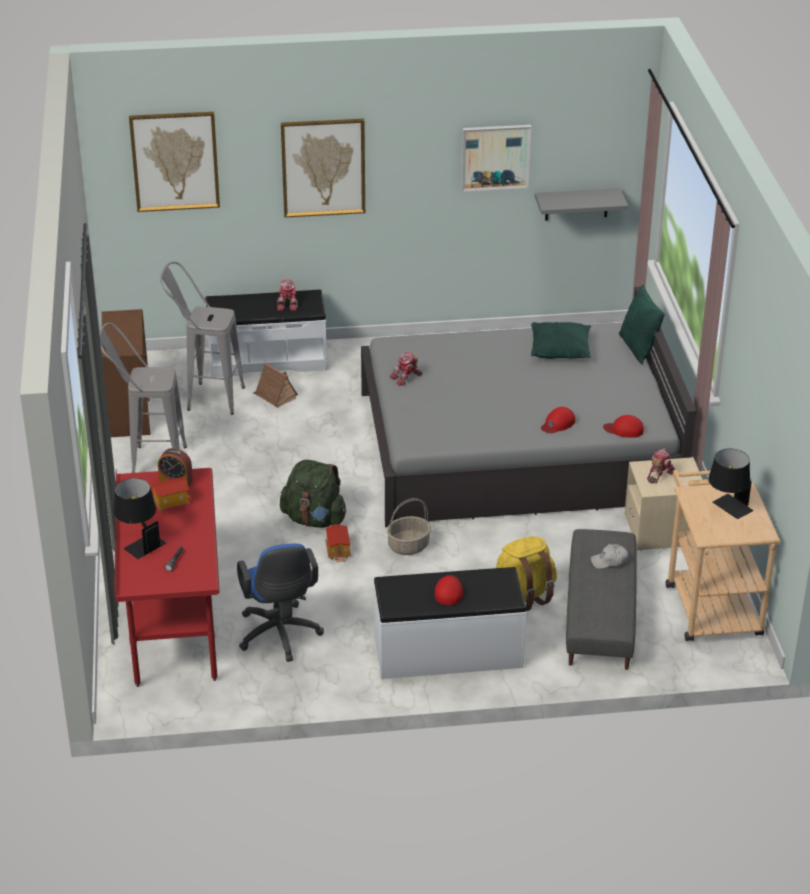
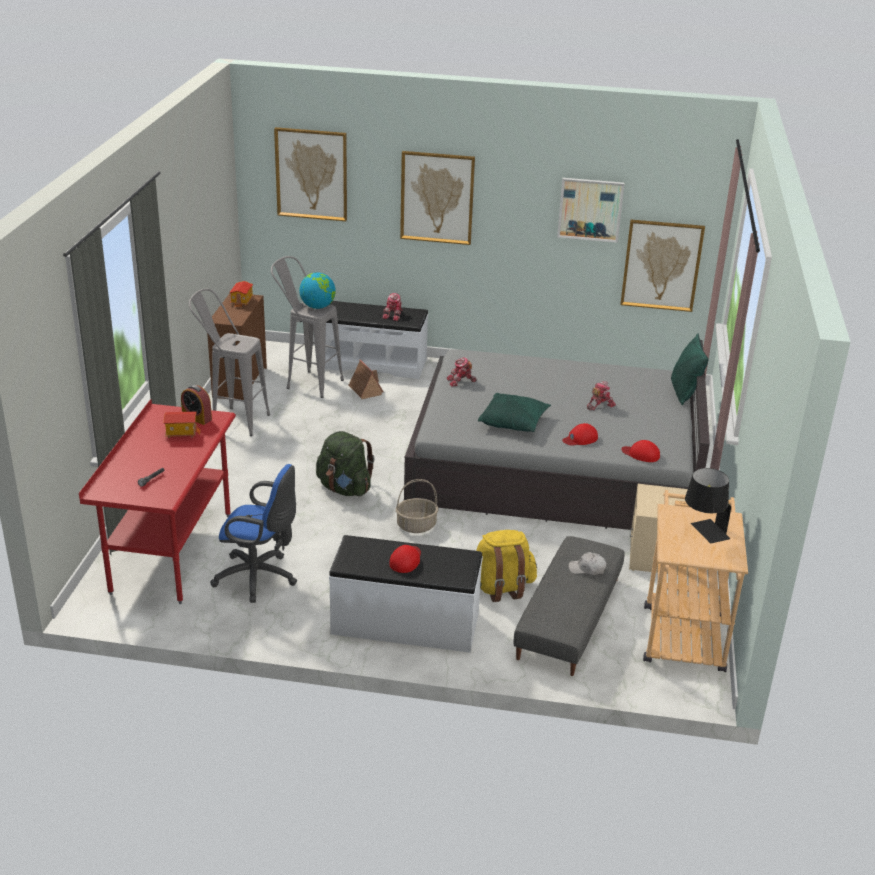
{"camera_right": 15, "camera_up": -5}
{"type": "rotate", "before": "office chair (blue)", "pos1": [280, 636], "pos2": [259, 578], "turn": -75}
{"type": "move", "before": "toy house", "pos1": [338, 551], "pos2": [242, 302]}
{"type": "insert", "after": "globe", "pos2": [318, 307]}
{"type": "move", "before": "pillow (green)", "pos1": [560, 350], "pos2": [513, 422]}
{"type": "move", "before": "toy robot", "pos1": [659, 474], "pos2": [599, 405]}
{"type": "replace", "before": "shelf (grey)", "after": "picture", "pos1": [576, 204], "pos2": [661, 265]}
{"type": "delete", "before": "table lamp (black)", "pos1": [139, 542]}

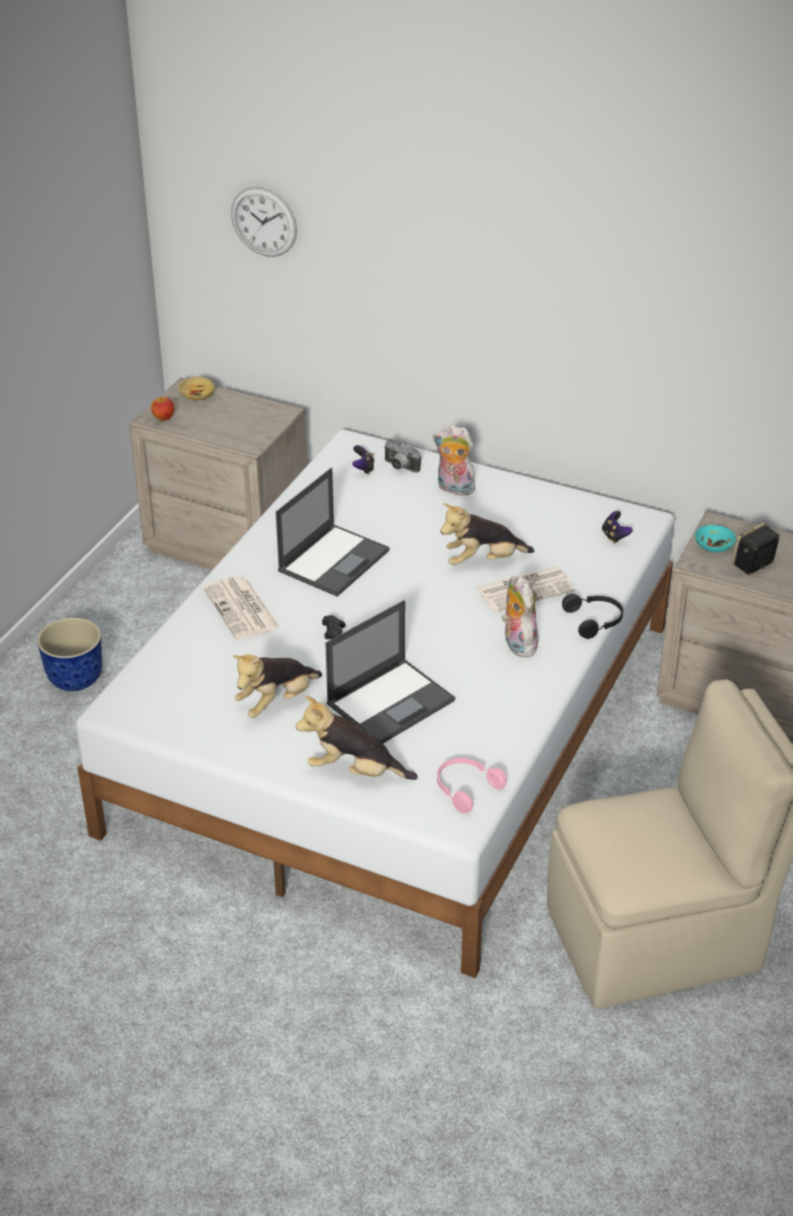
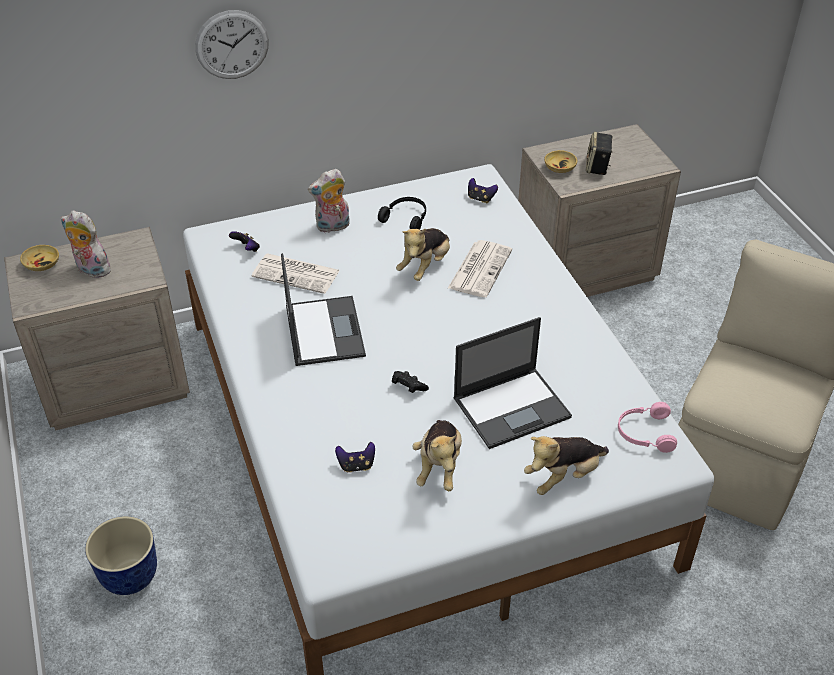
{"camera_right": -45, "camera_up": 5}
{"type": "move", "before": "plush toy", "pos1": [517, 644], "pos2": [90, 270]}
{"type": "move", "before": "wall clock", "pos1": [264, 221], "pos2": [232, 45]}
{"type": "move", "before": "newspaper", "pos1": [242, 609], "pos2": [297, 274]}
{"type": "insert", "after": "game controller", "pos2": [356, 465]}
{"type": "move", "before": "headphones (black)", "pos1": [595, 620], "pos2": [406, 218]}
{"type": "rotate", "before": "laptop", "pos1": [391, 701], "pos2": [512, 407], "turn": 60}
{"type": "recolor", "before": "bowl (turquoise)", "after": "bowl (beige)", "pos1": [713, 545], "pos2": [559, 167]}
{"type": "delete", "before": "apple", "pos1": [163, 418]}
{"type": "delete", "before": "photo camera", "pos1": [399, 467]}

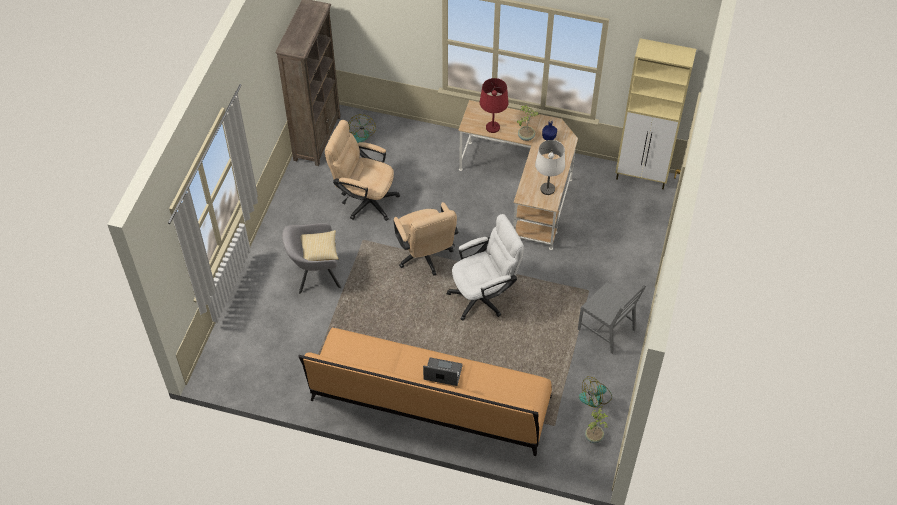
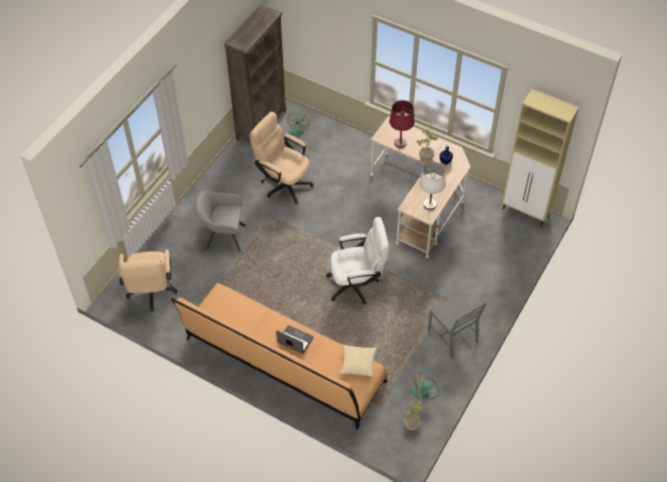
{"camera_right": 15, "camera_up": 0}
{"type": "move", "before": "office chair (beige)", "pos1": [425, 257], "pos2": [151, 293]}
{"type": "move", "before": "pillow", "pos1": [319, 251], "pos2": [357, 364]}

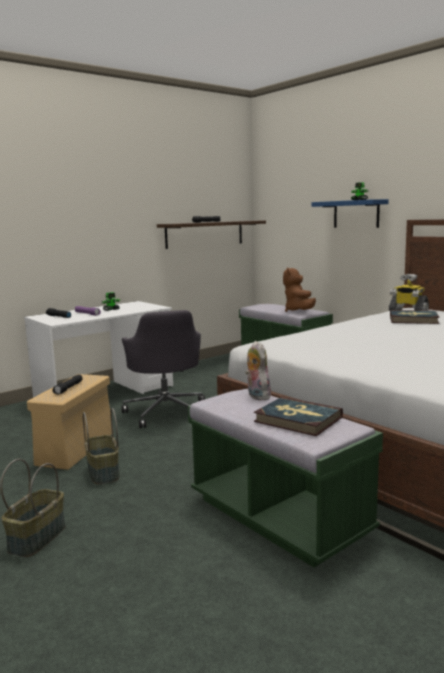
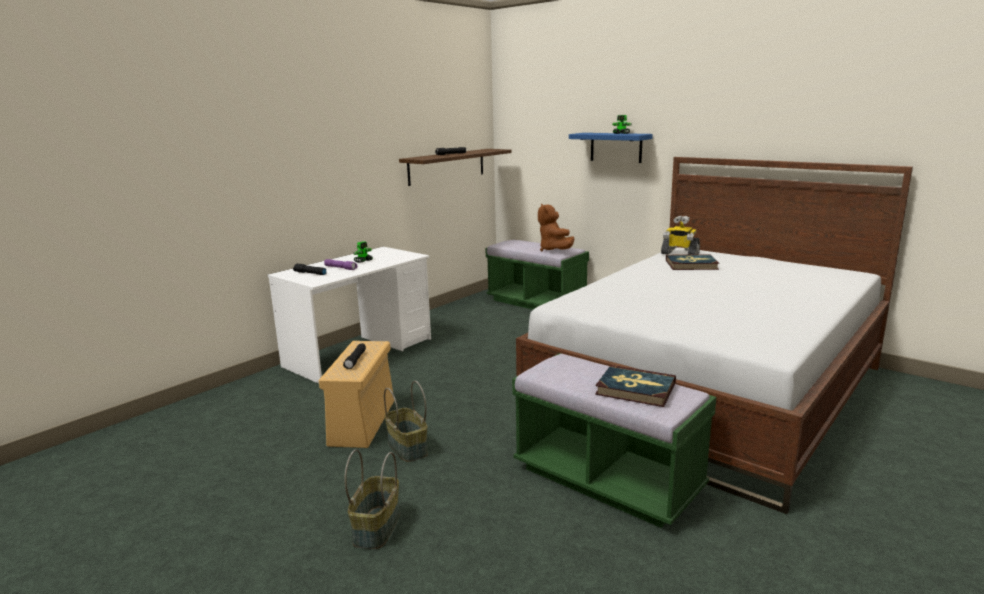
{"camera_right": -10, "camera_up": 5}
{"type": "delete", "before": "office chair (grey)", "pos1": [166, 411]}
{"type": "delete", "before": "plush toy", "pos1": [256, 396]}

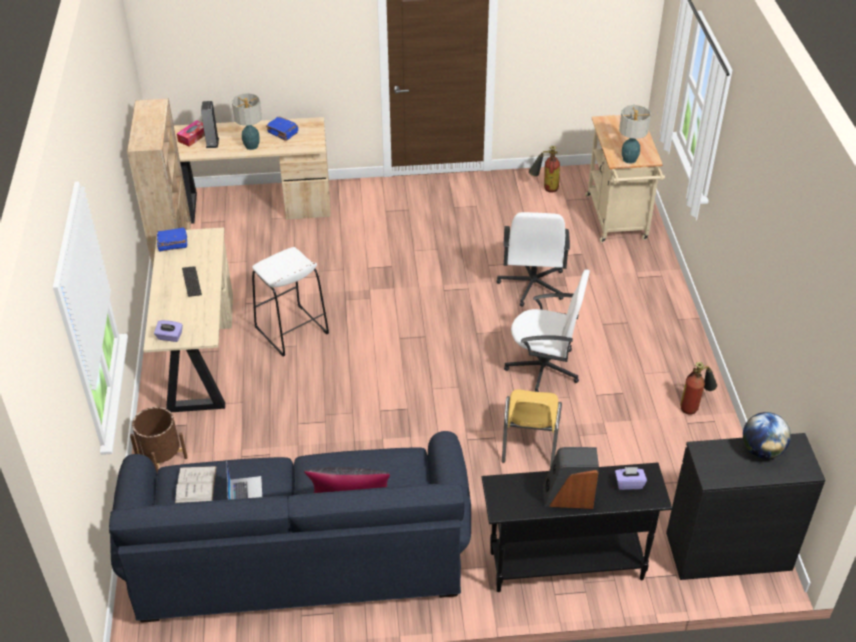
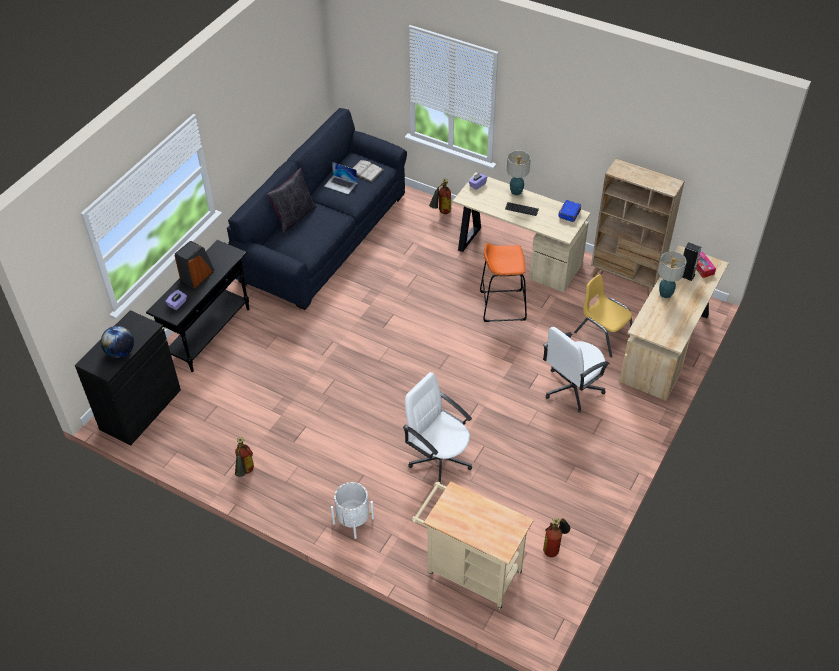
{"camera_right": 125, "camera_up": 5}
{"type": "insert", "after": "planter (white)", "pos2": [353, 520]}
{"type": "replace", "before": "planter (brown)", "after": "fire extinguisher", "pos1": [162, 458], "pos2": [441, 213]}
{"type": "recolor", "before": "stool (white)", "after": "stool (orange)", "pos1": [291, 331], "pos2": [502, 305]}
{"type": "move", "before": "table lamp", "pos1": [629, 159], "pos2": [516, 191]}
{"type": "move", "before": "office chair (white)", "pos1": [544, 368], "pos2": [572, 388]}
{"type": "move", "before": "chair (yellow)", "pos1": [529, 441], "pos2": [603, 334]}
{"type": "delete", "before": "book (blue)", "pos1": [283, 133]}

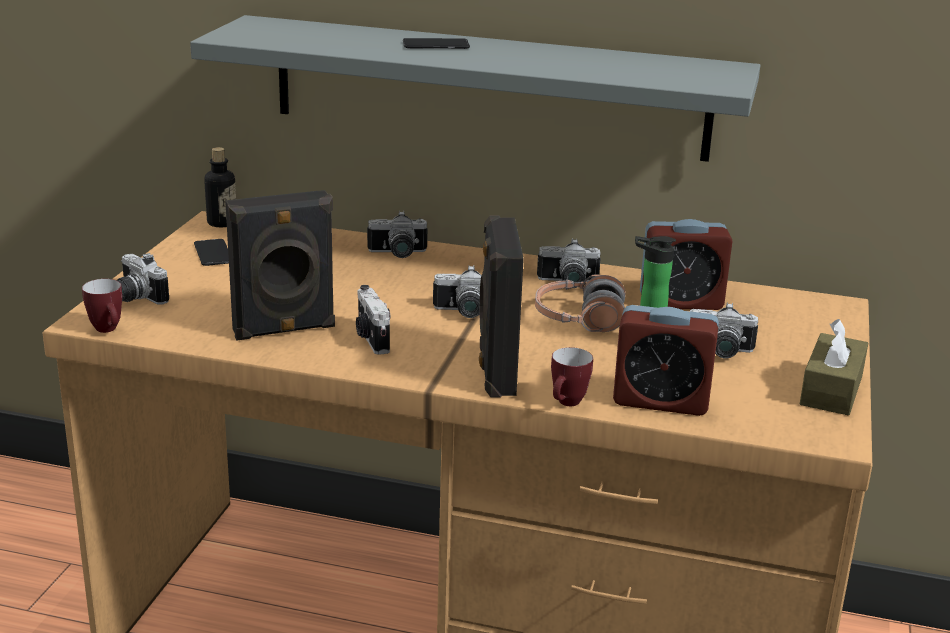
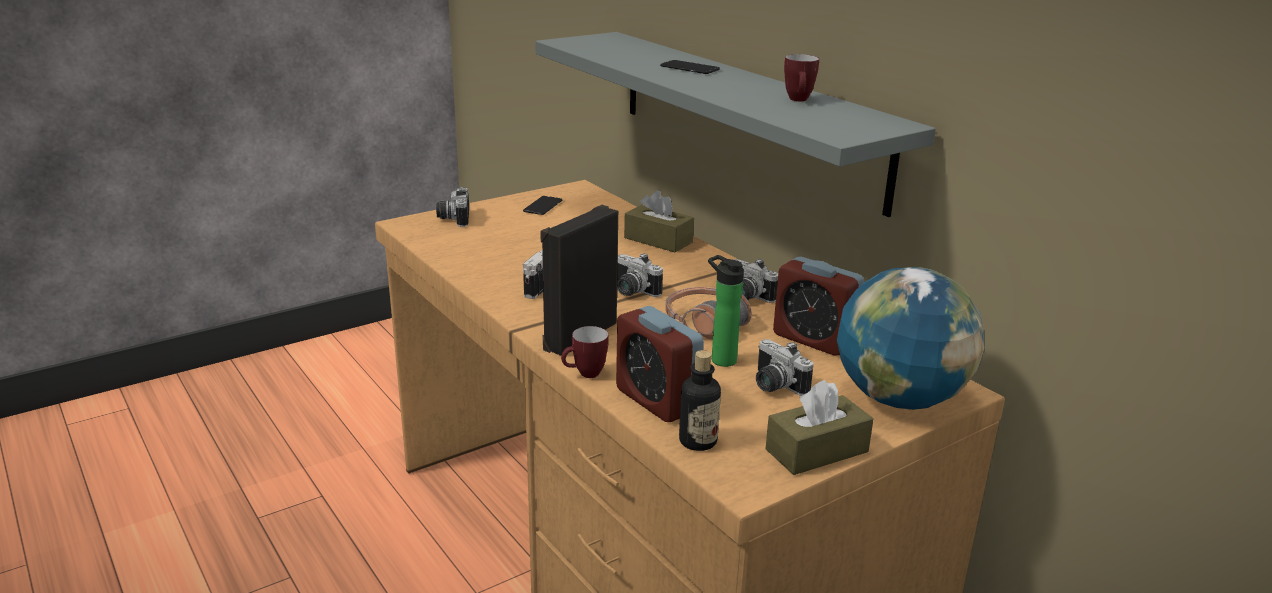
{"camera_right": 40, "camera_up": 0}
{"type": "replace", "before": "photo camera", "after": "tissue box (brown)", "pos1": [397, 254], "pos2": [658, 240]}
{"type": "move", "before": "bottle", "pos1": [222, 223], "pos2": [698, 441]}
{"type": "move", "before": "mug", "pos1": [108, 330], "pos2": [799, 100]}
{"type": "insert", "after": "globe", "pos2": [899, 398]}
{"type": "delete", "before": "speaker (black)", "pos1": [284, 330]}

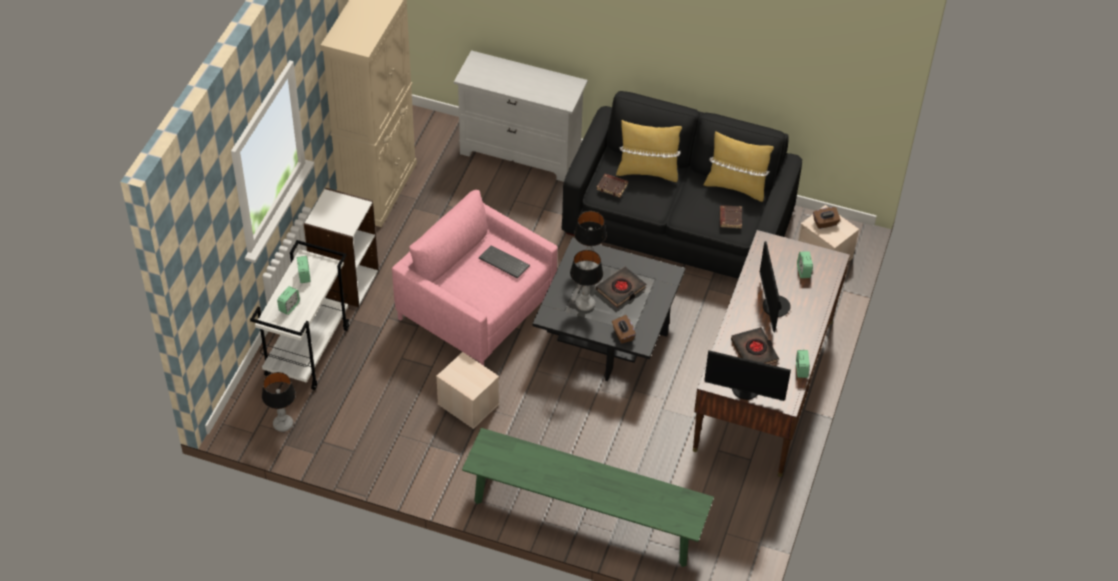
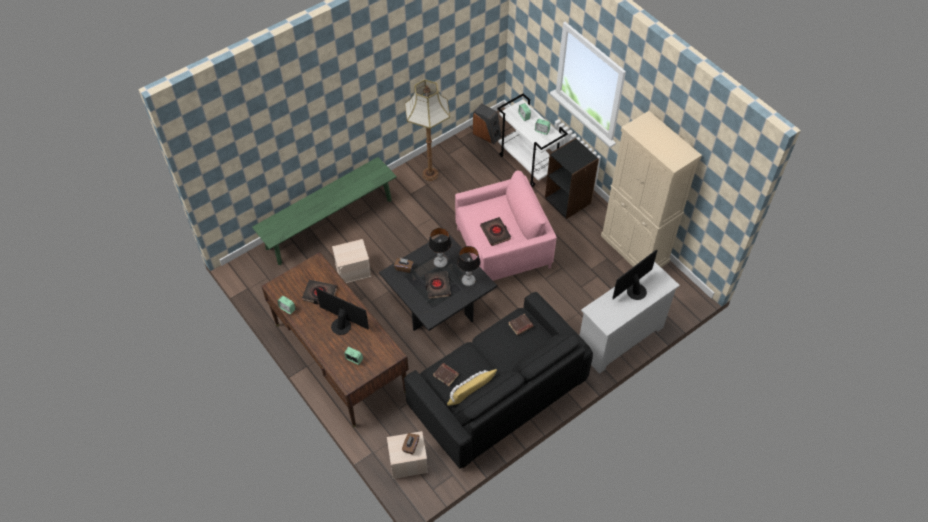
{"camera_right": 125, "camera_up": 5}
{"type": "move", "before": "storage box (beige)", "pos1": [467, 404], "pos2": [353, 270]}
{"type": "insert", "after": "floor lamp", "pos2": [429, 174]}
{"type": "replace", "before": "table lamp", "after": "speaker", "pos1": [282, 424], "pos2": [487, 134]}
{"type": "replace", "before": "keyboard", "after": "book (black)", "pos1": [503, 263], "pos2": [495, 233]}
{"type": "recolor", "before": "bookcase (white)", "after": "bookcase (black)", "pos1": [344, 281], "pos2": [568, 200]}
{"type": "move", "before": "monitor", "pos1": [745, 391], "pos2": [634, 290]}
{"type": "delete", "before": "pillow (yellow)", "pos1": [647, 171]}

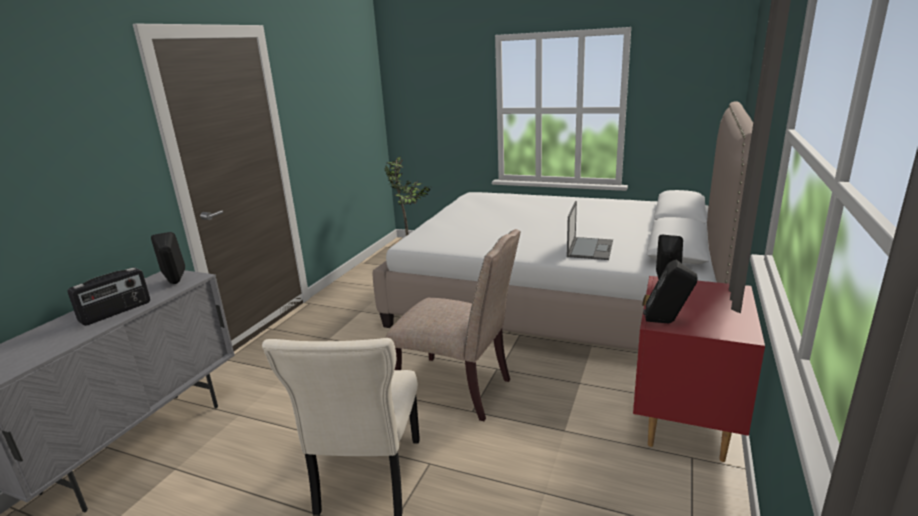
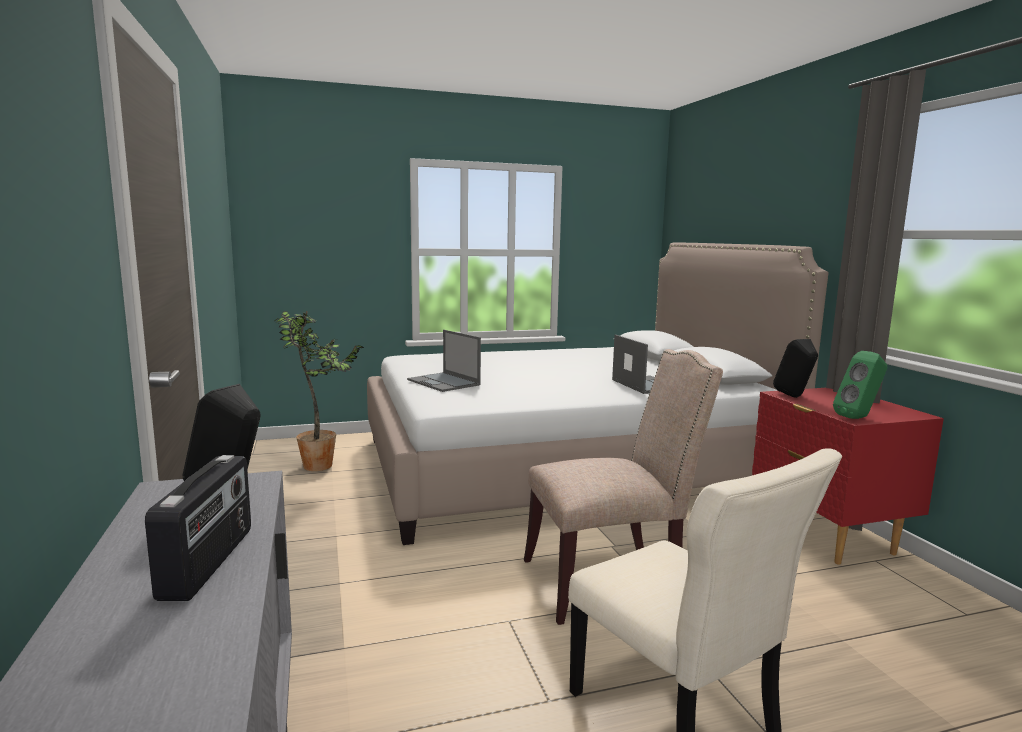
{"camera_right": -40, "camera_up": -10}
{"type": "insert", "after": "laptop", "pos2": [444, 382]}
{"type": "recolor", "before": "speaker (black)", "after": "speaker (green)", "pos1": [666, 322], "pos2": [859, 418]}

